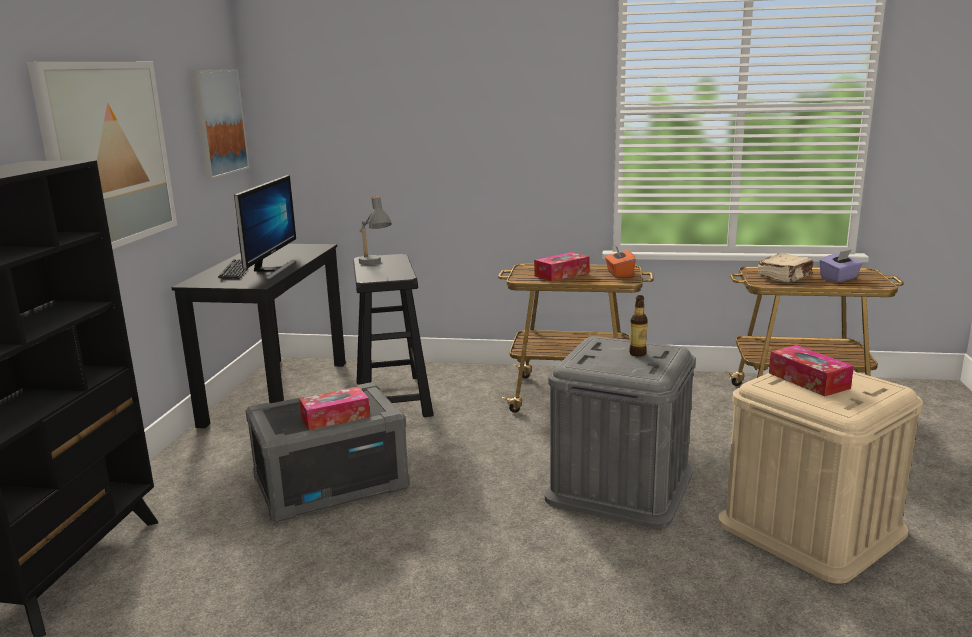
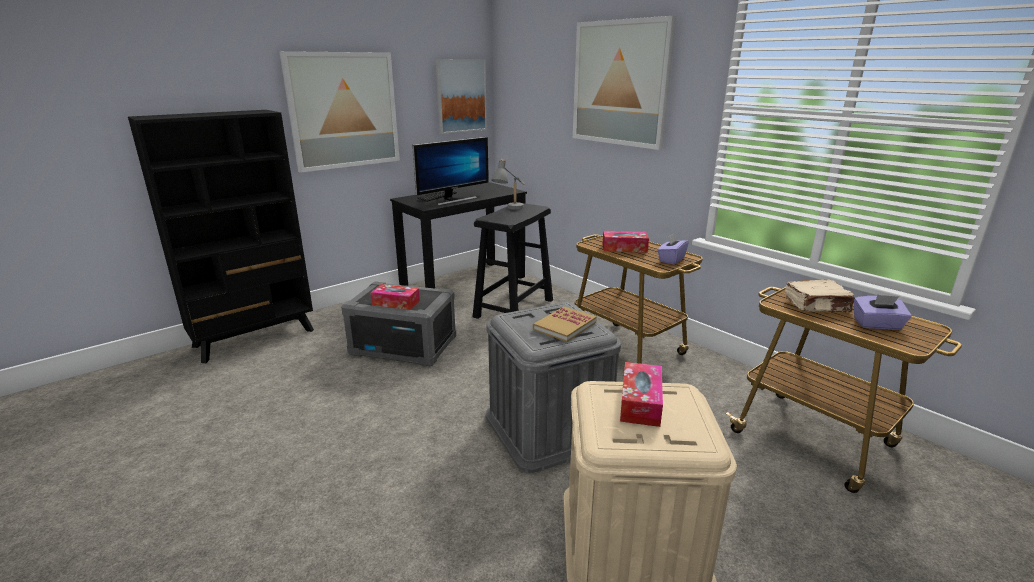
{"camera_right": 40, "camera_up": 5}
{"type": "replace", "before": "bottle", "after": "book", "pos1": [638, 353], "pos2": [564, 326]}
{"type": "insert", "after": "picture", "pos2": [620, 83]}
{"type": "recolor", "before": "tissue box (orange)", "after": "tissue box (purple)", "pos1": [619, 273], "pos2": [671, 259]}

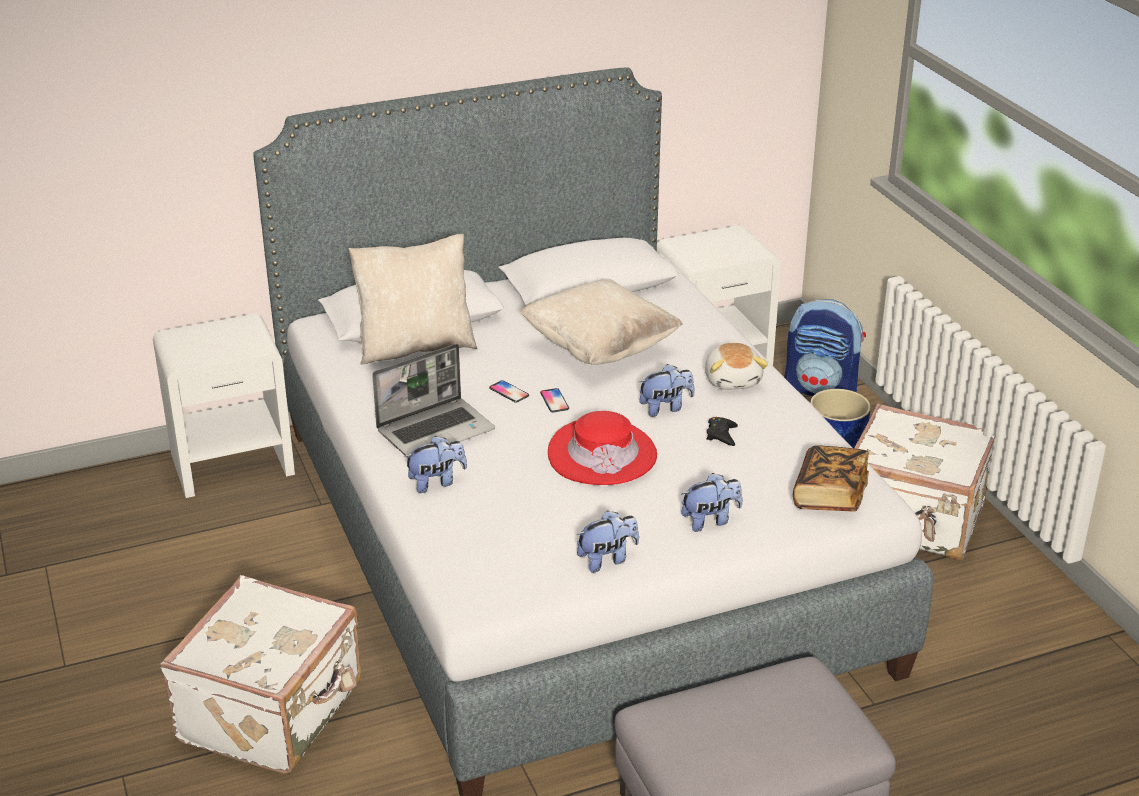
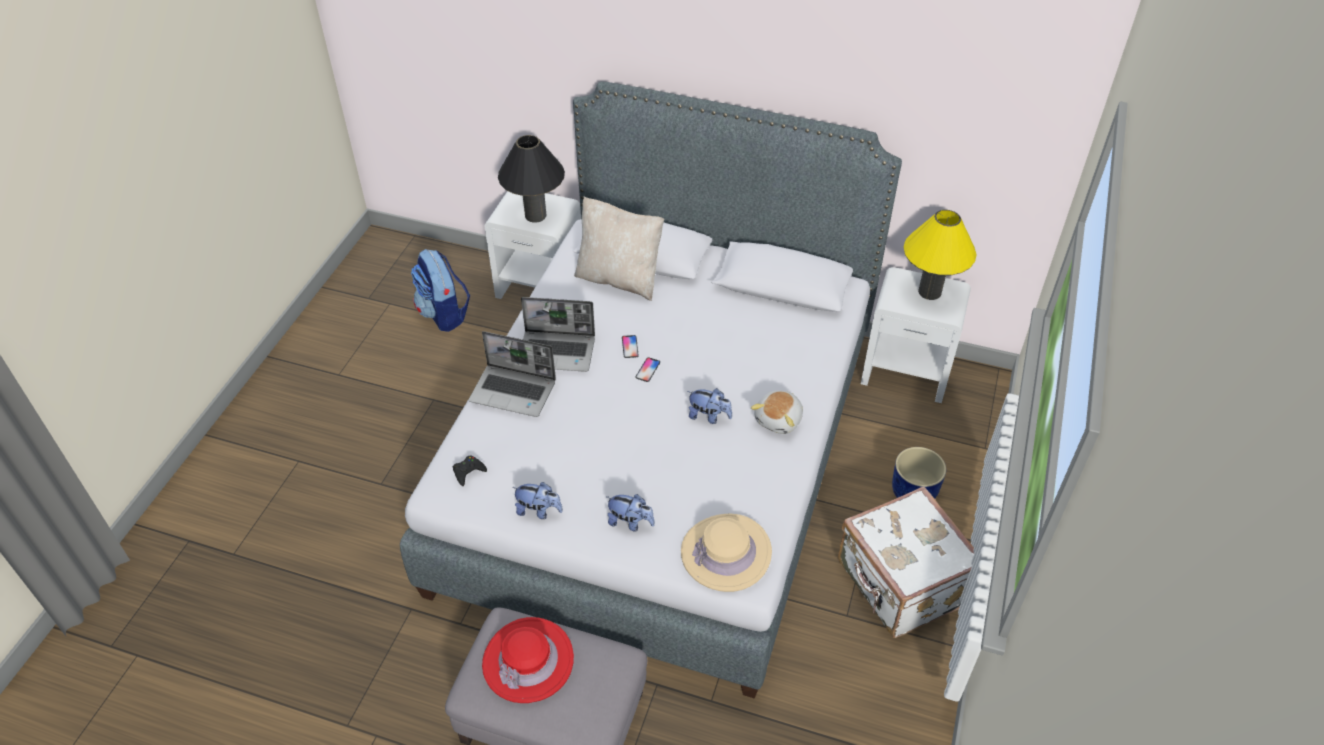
{"camera_right": 40, "camera_up": 15}
{"type": "move", "before": "backpack", "pos1": [822, 389], "pos2": [444, 314]}
{"type": "move", "before": "game controller (black)", "pos1": [721, 435], "pos2": [468, 472]}
{"type": "replace", "before": "plush toy", "after": "laptop", "pos1": [436, 482], "pos2": [514, 391]}
{"type": "move", "before": "hat (red)", "pos1": [602, 455], "pos2": [528, 661]}
{"type": "insert", "after": "table lamp (black)", "pos2": [535, 215]}
{"type": "replace", "before": "book", "after": "hat (beige)", "pos1": [830, 495], "pos2": [726, 553]}
{"type": "insert", "after": "table lamp (yellow)", "pos2": [929, 292]}
{"type": "delete", "before": "suitcase (white)", "pos1": [274, 713]}
{"type": "delete", "before": "pillow (beige)", "pos1": [599, 349]}

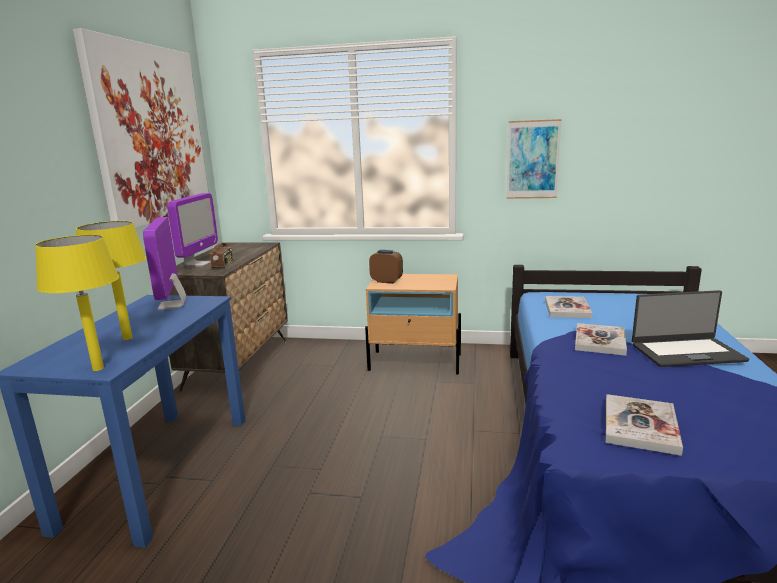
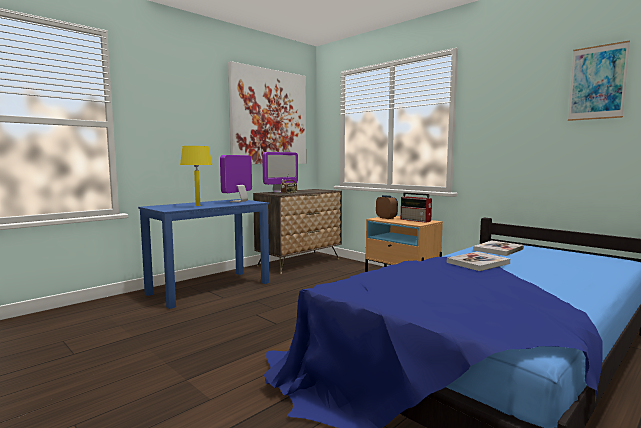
{"camera_right": 35, "camera_up": -10}
{"type": "insert", "after": "radio", "pos2": [416, 220]}
{"type": "move", "before": "picture", "pos1": [532, 160], "pos2": [597, 82]}
{"type": "delete", "before": "table lamp (yellow)", "pos1": [99, 368]}
{"type": "delete", "before": "book", "pos1": [640, 426]}
{"type": "delete", "before": "laptop", "pos1": [686, 352]}

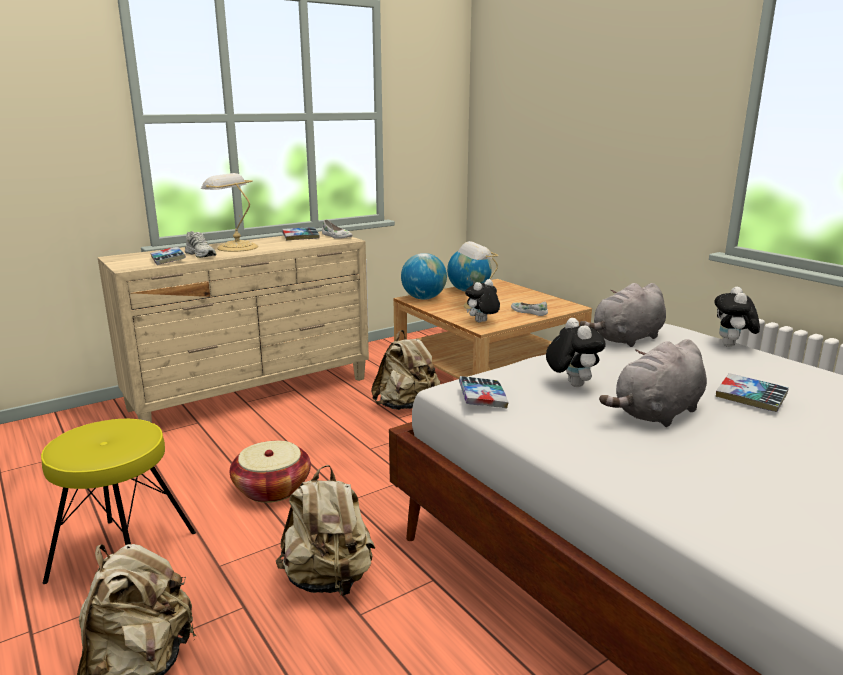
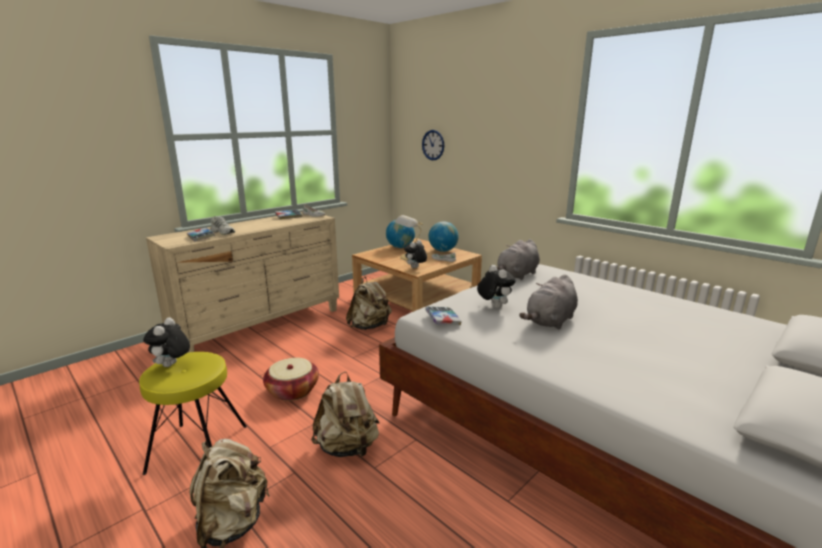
{"camera_right": -10, "camera_up": 0}
{"type": "move", "before": "plush toy", "pos1": [732, 346], "pos2": [171, 365]}
{"type": "insert", "after": "wall clock", "pos2": [433, 145]}
{"type": "move", "before": "globe", "pos1": [423, 298], "pos2": [443, 251]}
{"type": "delete", "before": "table lamp", "pos1": [235, 247]}
{"type": "delete", "before": "book", "pos1": [750, 398]}

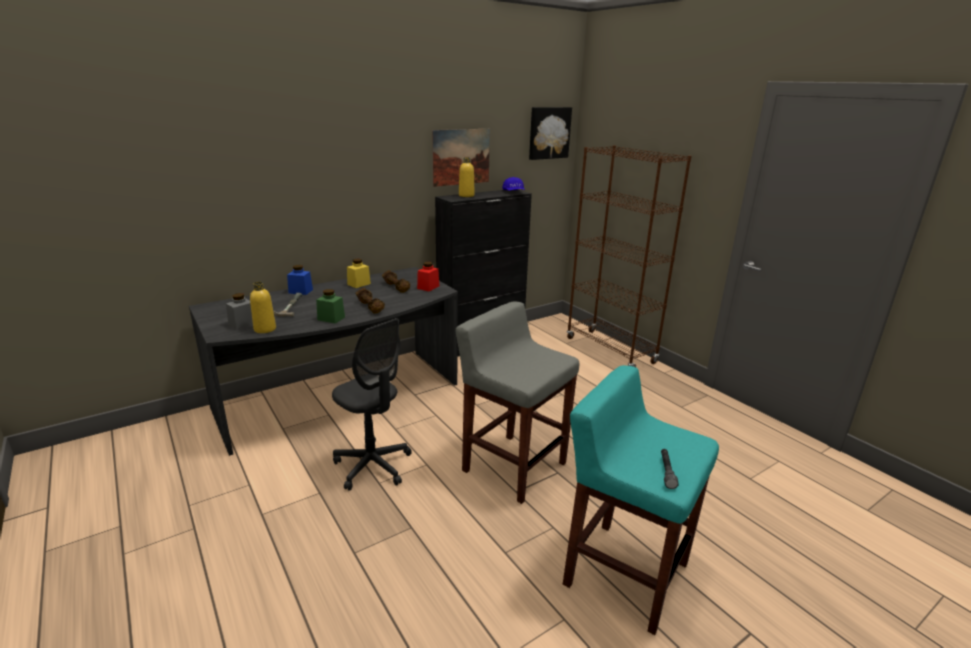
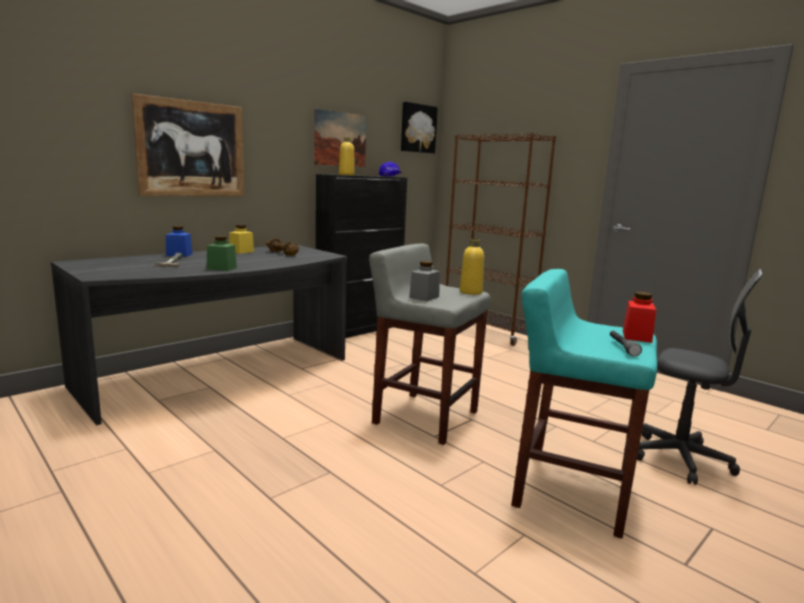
{"camera_right": -10, "camera_up": -10}
{"type": "insert", "after": "picture", "pos2": [191, 149]}
{"type": "move", "before": "jar (grey)", "pos1": [243, 323], "pos2": [424, 297]}
{"type": "move", "before": "bottle (yellow)", "pos1": [265, 329], "pos2": [471, 292]}
{"type": "move", "before": "jar (red)", "pos1": [428, 287], "pos2": [636, 336]}
{"type": "move", "before": "office chair (grey)", "pos1": [373, 466], "pos2": [681, 459]}
{"type": "delete", "before": "dumbbell (brown)", "pos1": [370, 307]}

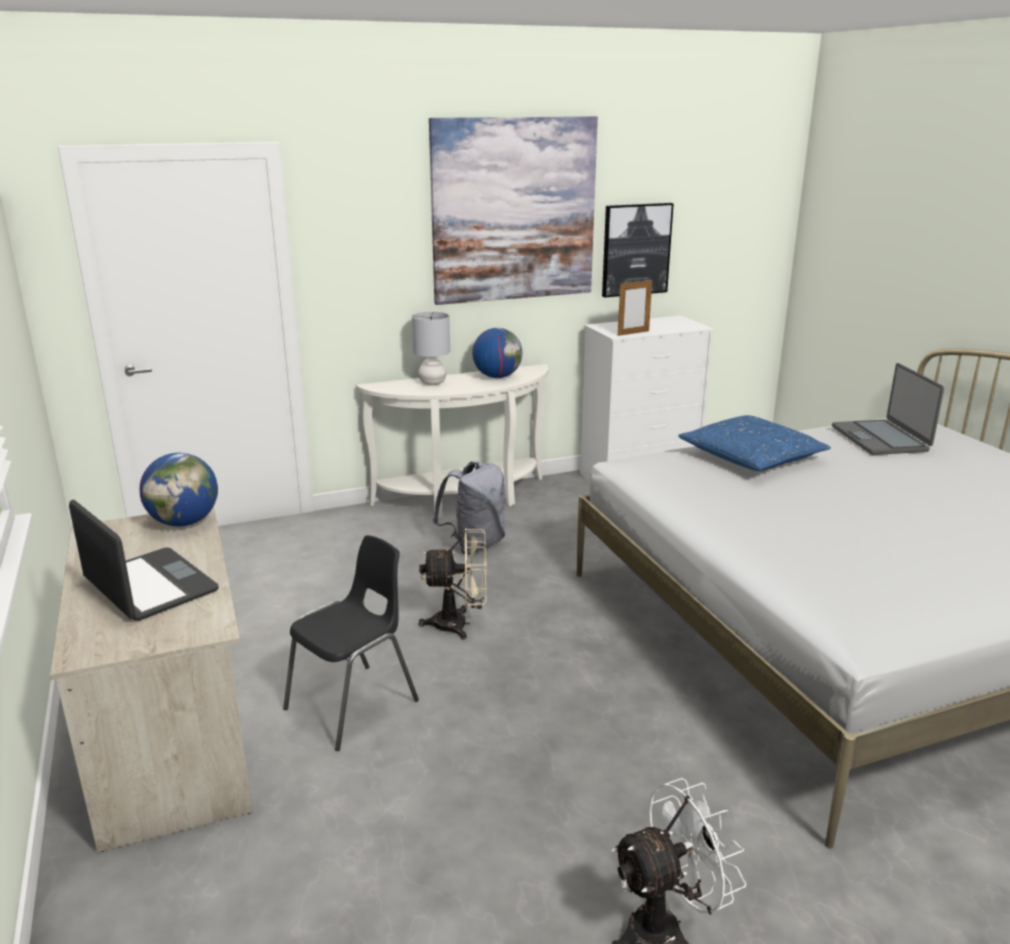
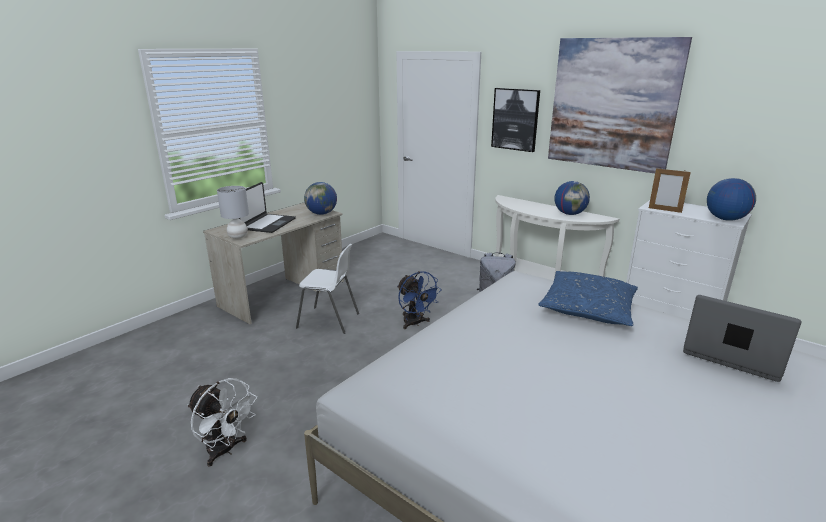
{"camera_right": 60, "camera_up": 0}
{"type": "move", "before": "table lamp (grey)", "pos1": [432, 383], "pos2": [238, 237]}
{"type": "recolor", "before": "chair (black)", "after": "chair (white)", "pos1": [354, 705], "pos2": [329, 320]}
{"type": "recolor", "before": "fan (beige)", "after": "fan (blue)", "pos1": [459, 624], "pos2": [415, 323]}
{"type": "move", "before": "picture", "pos1": [636, 249], "pos2": [515, 119]}
{"type": "rotate", "before": "laptop", "pos1": [880, 439], "pos2": [732, 354], "turn": 75}
{"type": "insert", "after": "globe", "pos2": [725, 219]}

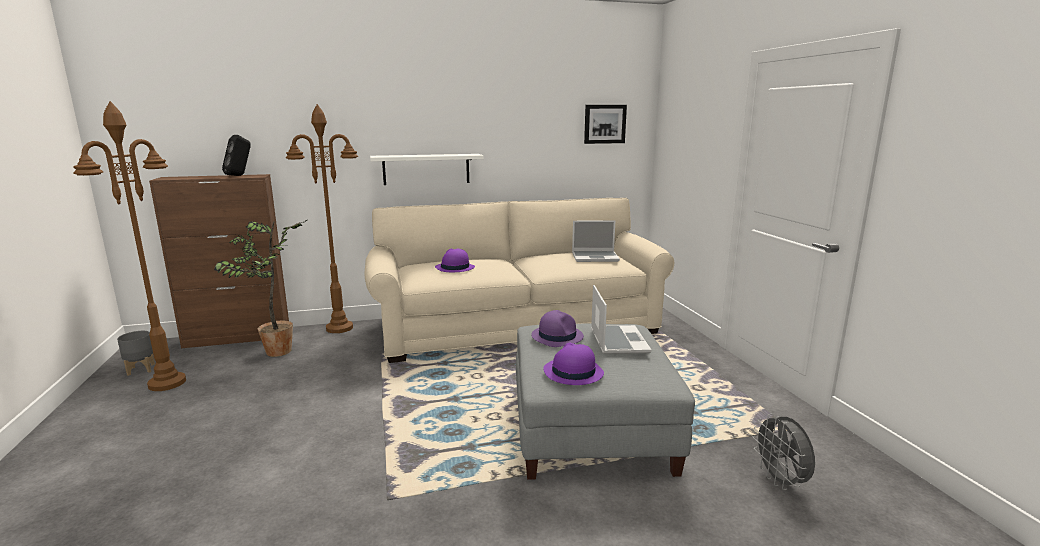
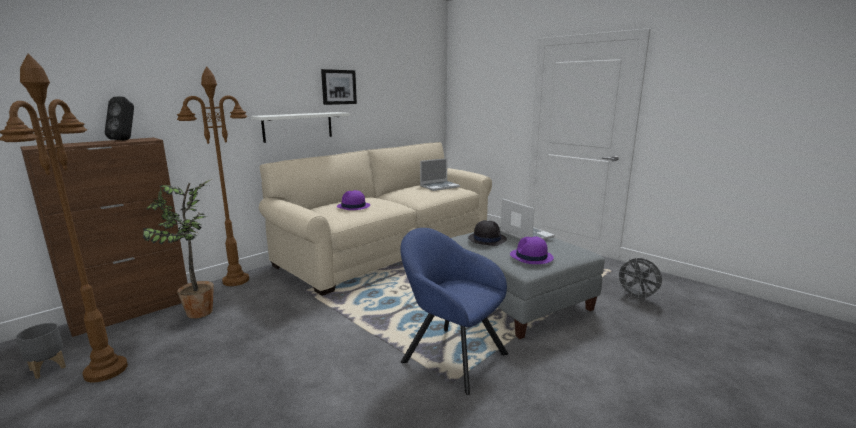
{"camera_right": -30, "camera_up": 0}
{"type": "move", "before": "picture", "pos1": [604, 124], "pos2": [338, 87]}
{"type": "insert", "after": "armchair (blue)", "pos2": [450, 355]}
{"type": "recolor", "before": "hat (purple)", "after": "hat (black)", "pos1": [557, 336], "pos2": [487, 239]}

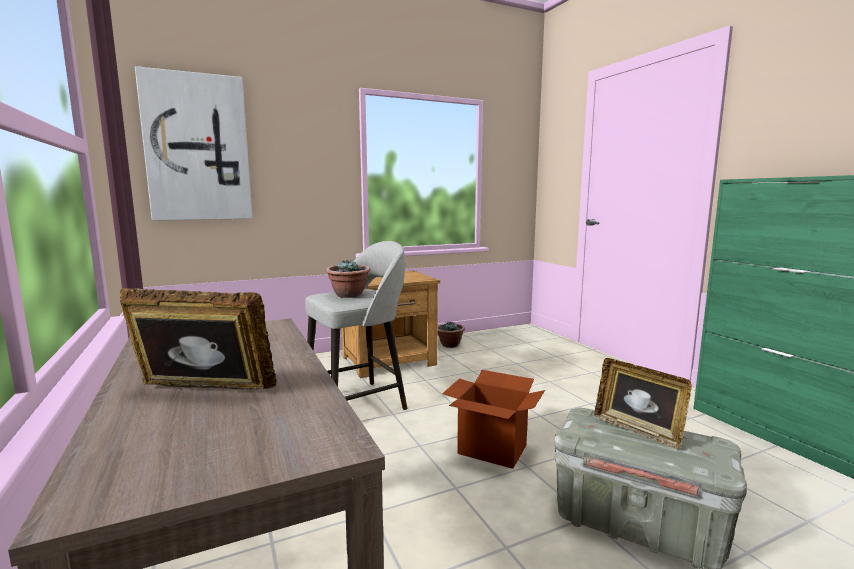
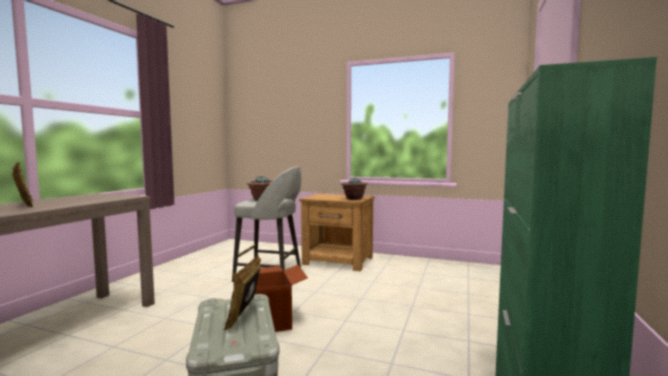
{"camera_right": 45, "camera_up": -5}
{"type": "move", "before": "potted plant", "pos1": [449, 345], "pos2": [354, 199]}
{"type": "delete", "before": "picture", "pos1": [197, 148]}

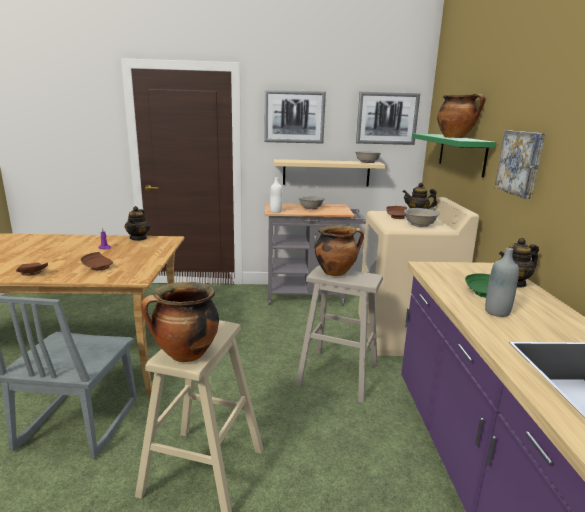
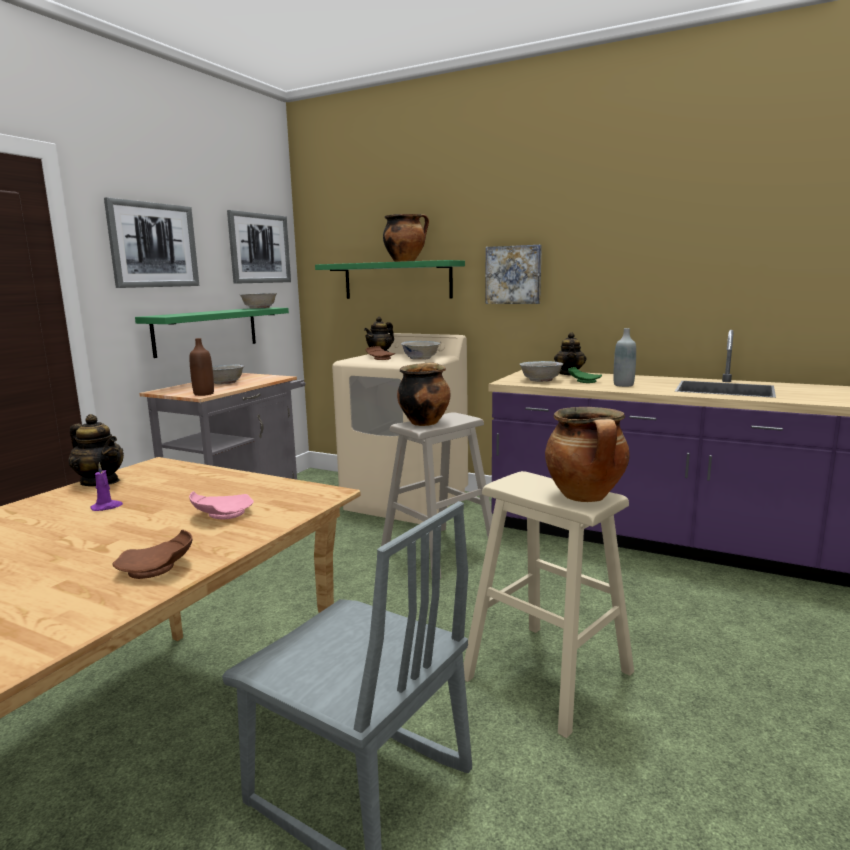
{"camera_right": -60, "camera_up": -5}
{"type": "recolor", "before": "shelf (beige)", "after": "shelf (green)", "pos1": [326, 173], "pos2": [206, 331]}
{"type": "recolor", "before": "bottle (white)", "after": "bottle (brown)", "pos1": [276, 211], "pos2": [204, 394]}
{"type": "recolor", "before": "plate (brown)", "after": "plate (pink)", "pos1": [98, 267], "pos2": [222, 514]}
{"type": "insert", "after": "bowl (white)", "pos2": [541, 380]}

